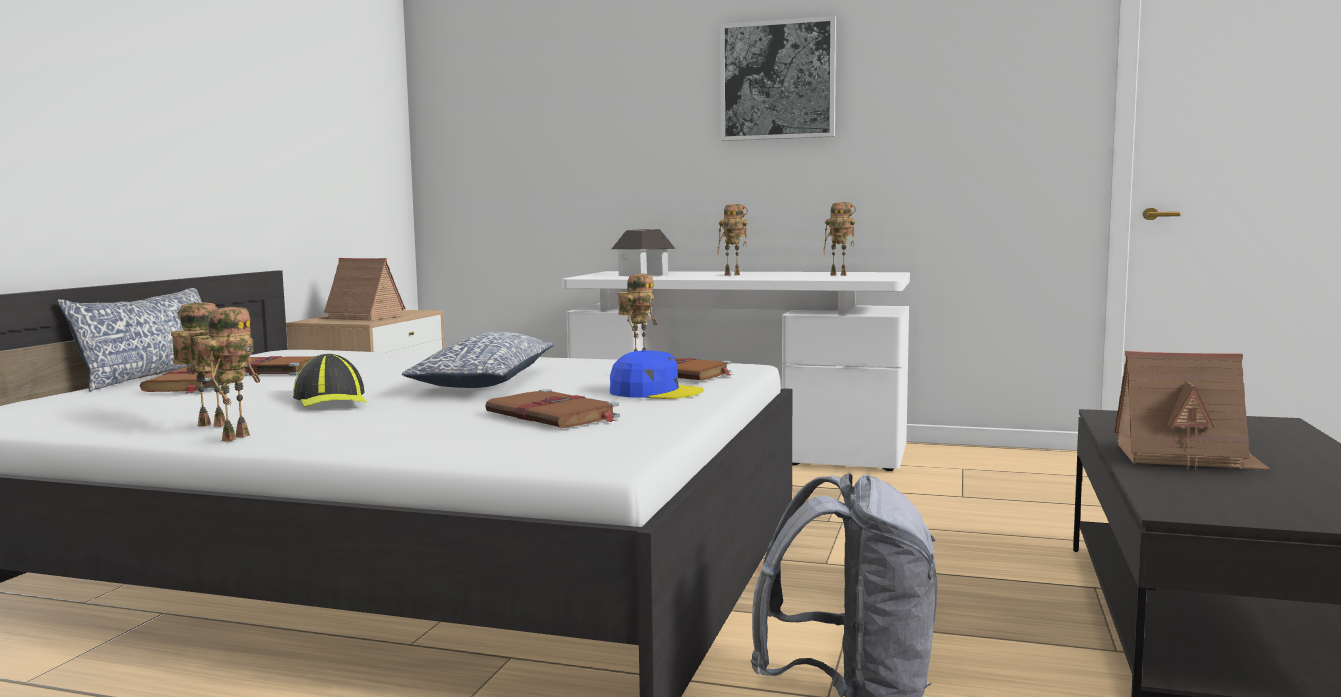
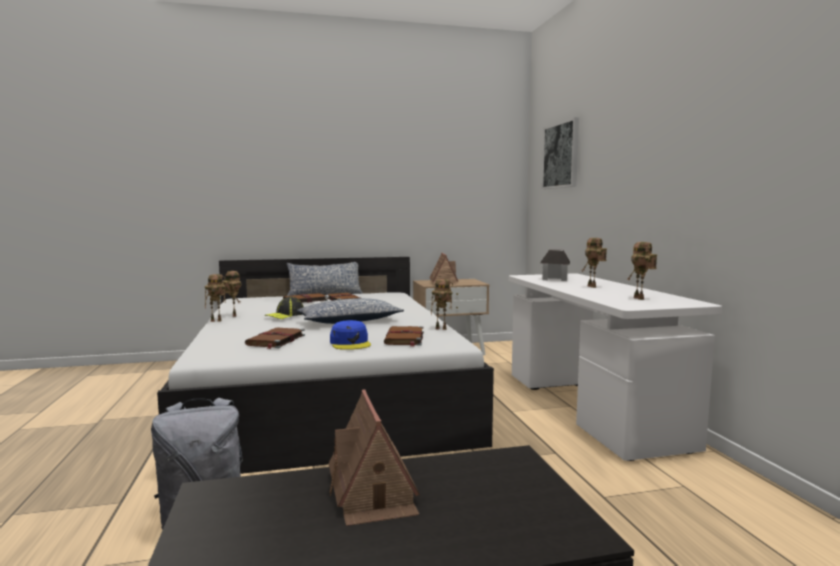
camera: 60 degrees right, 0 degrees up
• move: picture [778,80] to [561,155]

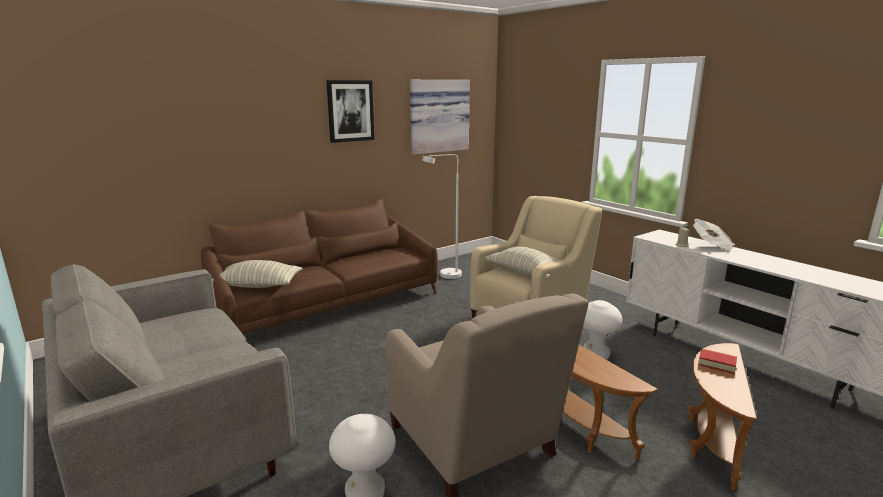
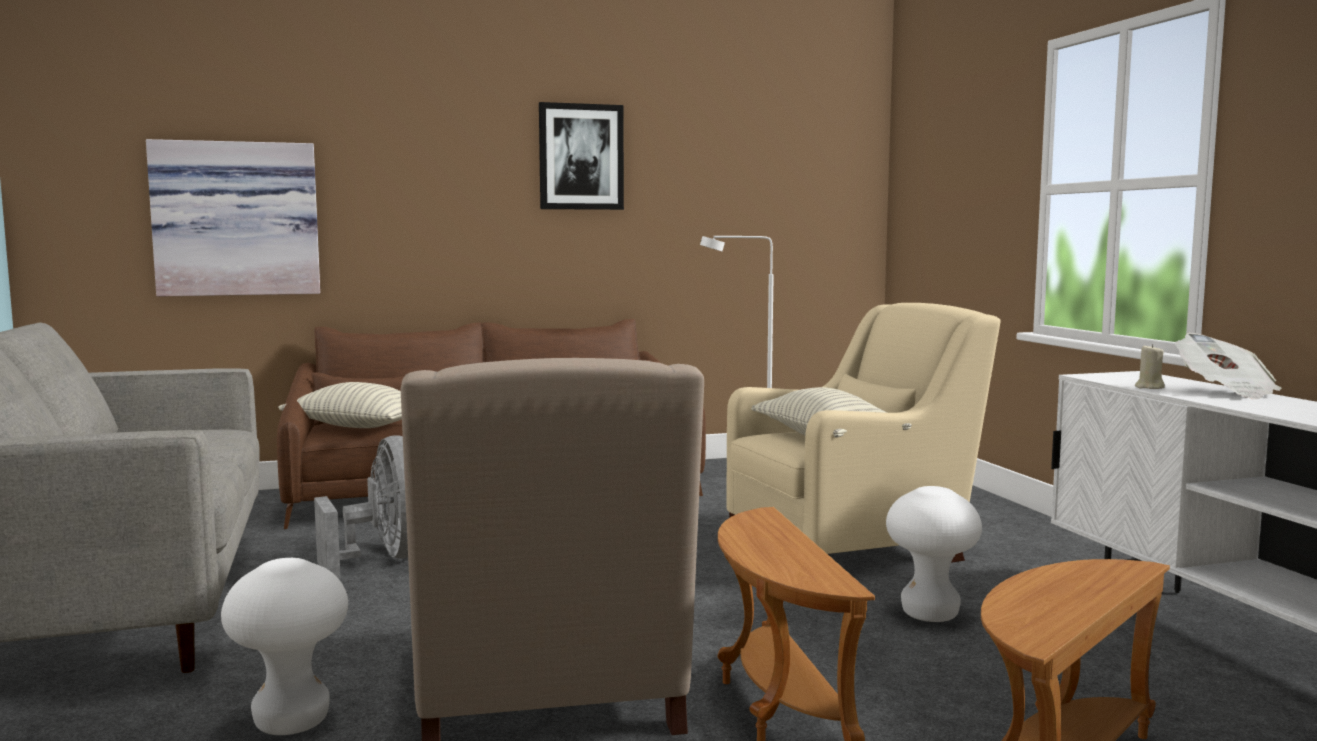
camera: 20 degrees right, 10 degrees down
• move: picture [438,116] to [237,219]
• insert: grey fan [385,559]
• delete: book [716,364]

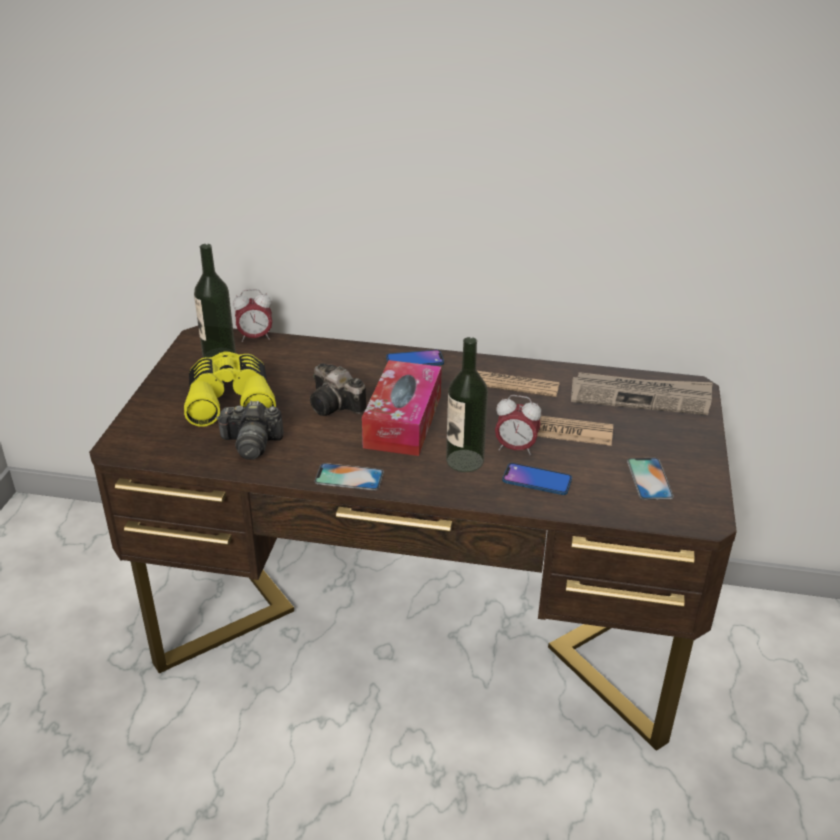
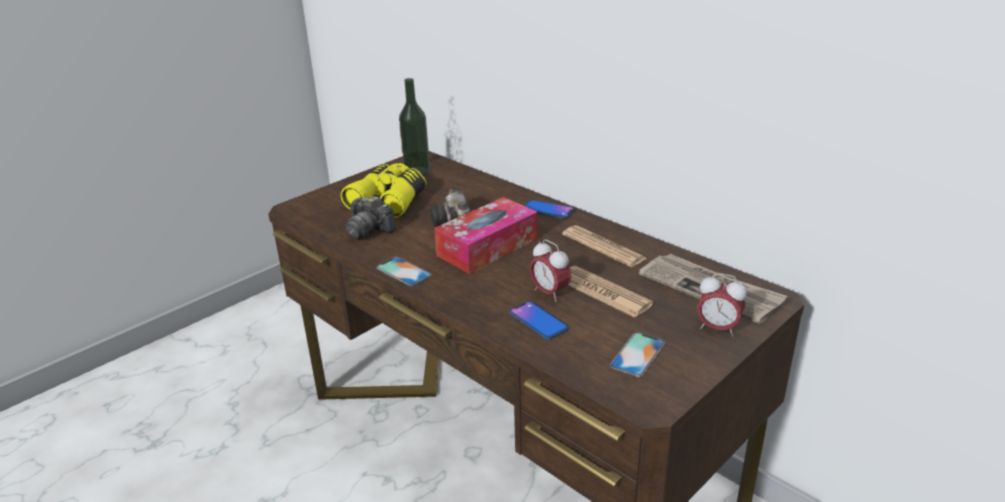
camera: 35 degrees right, 5 degrees down
• move: alarm clock [255,337] to [717,329]
• delete: bottle [464,460]

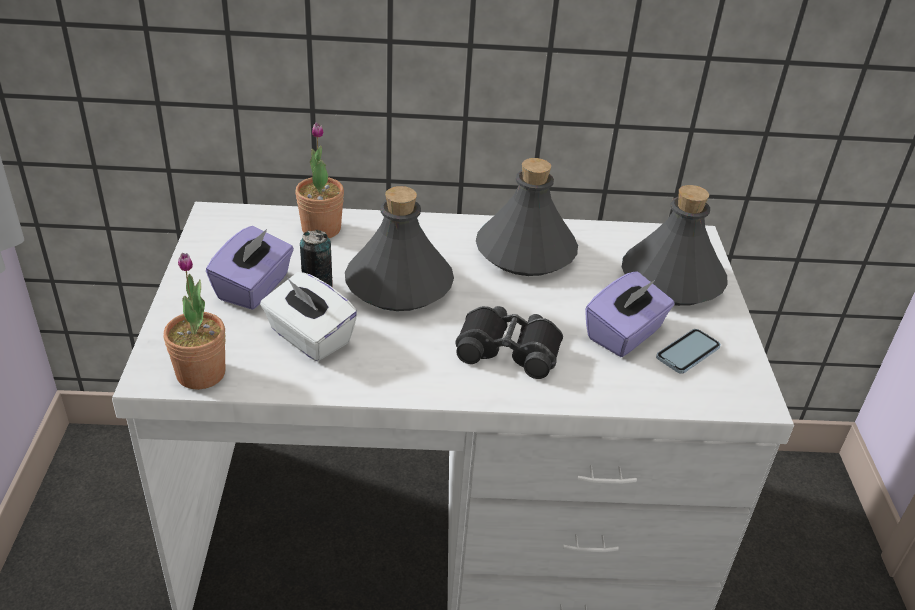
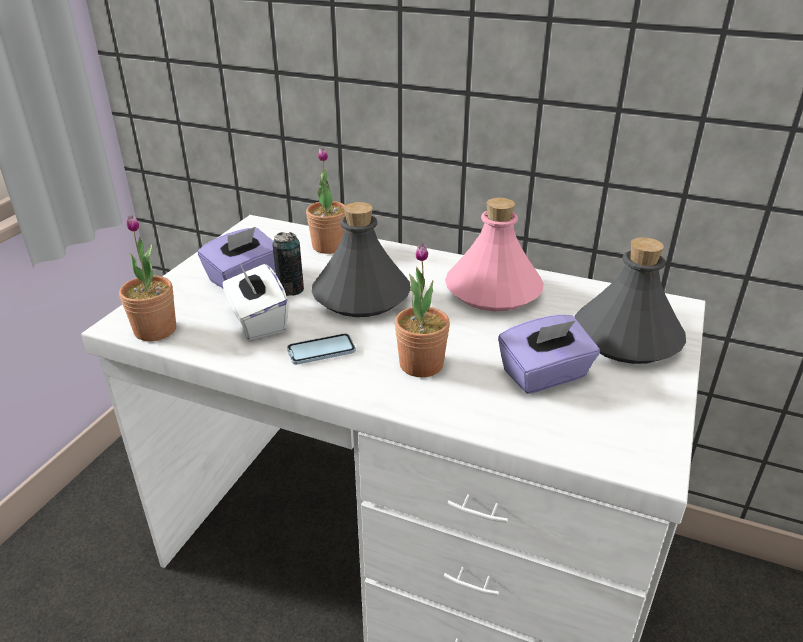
camera: 25 degrees right, 5 degrees down
• move: phone [688,353] to [321,351]
• replace: black binoculars [508,349] to potted plant [421,364]
• recolor: grey bottle [525,252] to pink bottle [492,291]

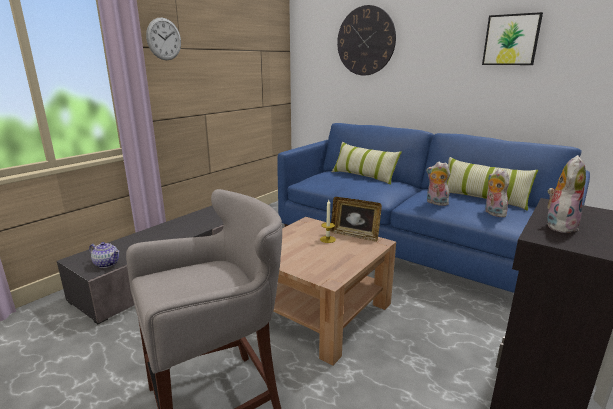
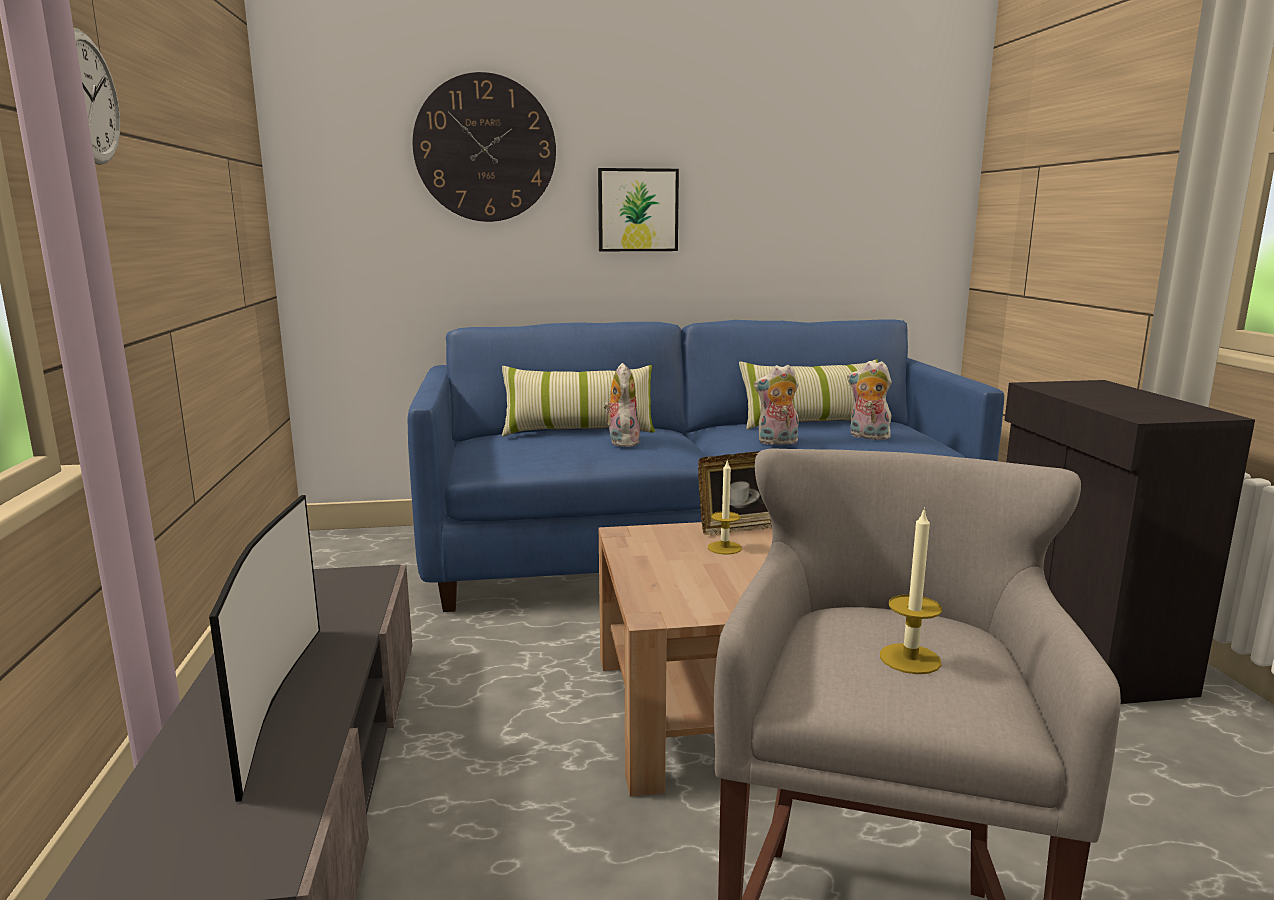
camera: 45 degrees left, 5 degrees down
• insert: television [272,702]
• move: picture [511,40] to [637,210]
• move: plush toy [559,225] to [621,442]
• insert: candle [910,659]
• delete: teapot [106,263]

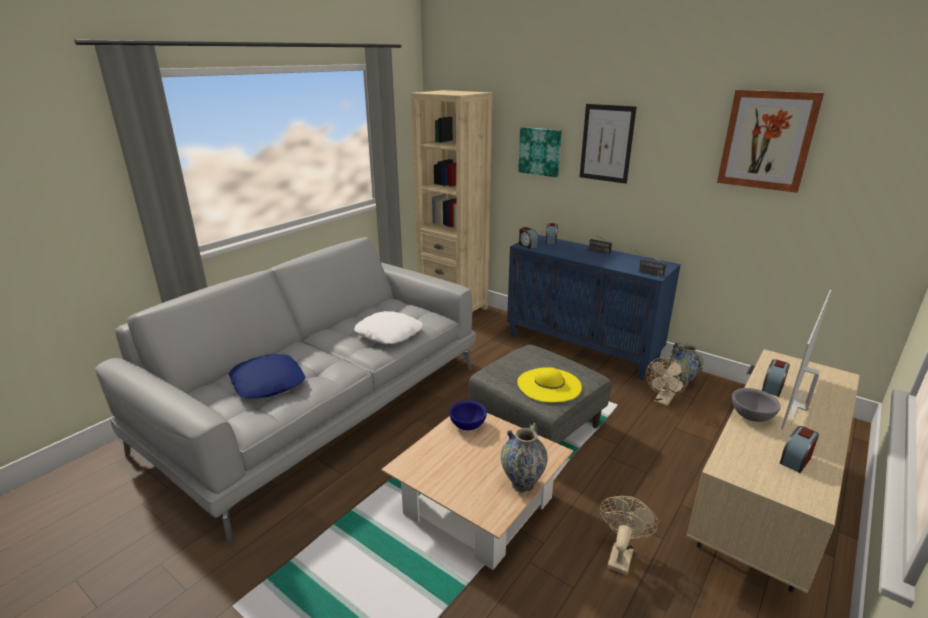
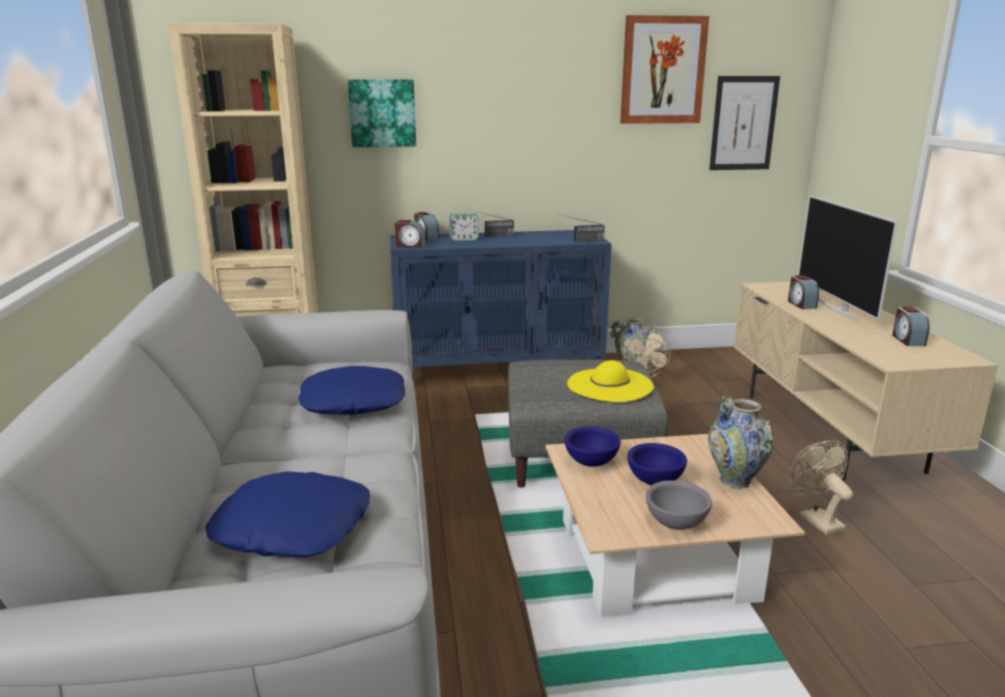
camera: 45 degrees left, 5 degrees down
• recolor: white pillow [389,334] to blue pillow [354,401]
• insert: alarm clock [464,239]
• insert: blue bowl [654,481]
• move: grey bowl [752,417] to [676,523]
• move: picture [606,143] to [743,123]

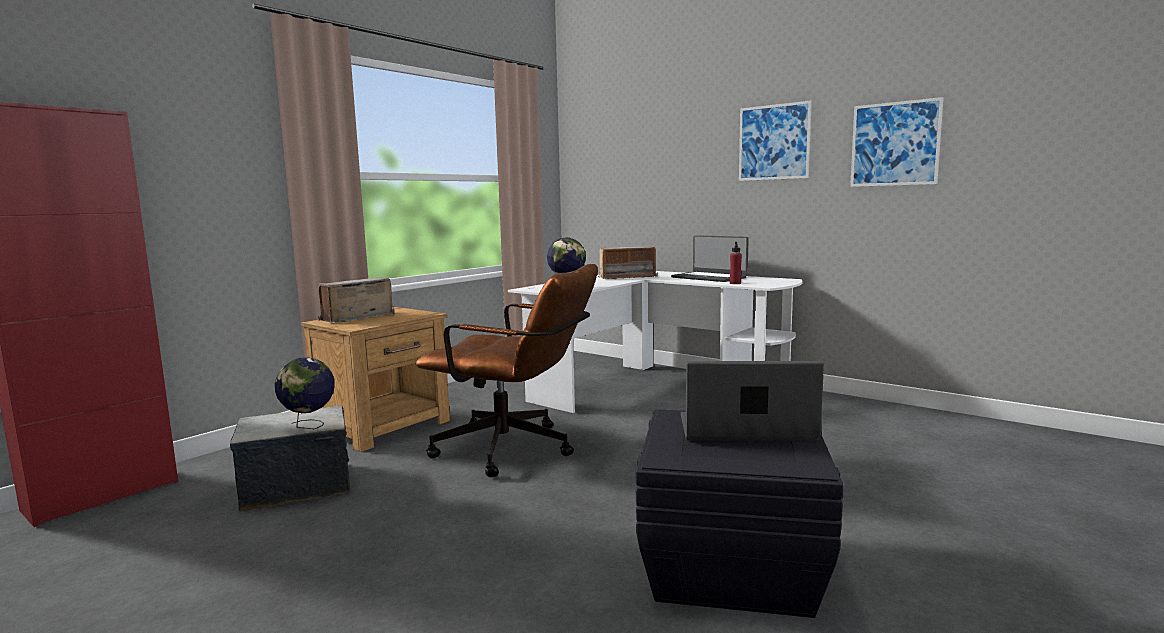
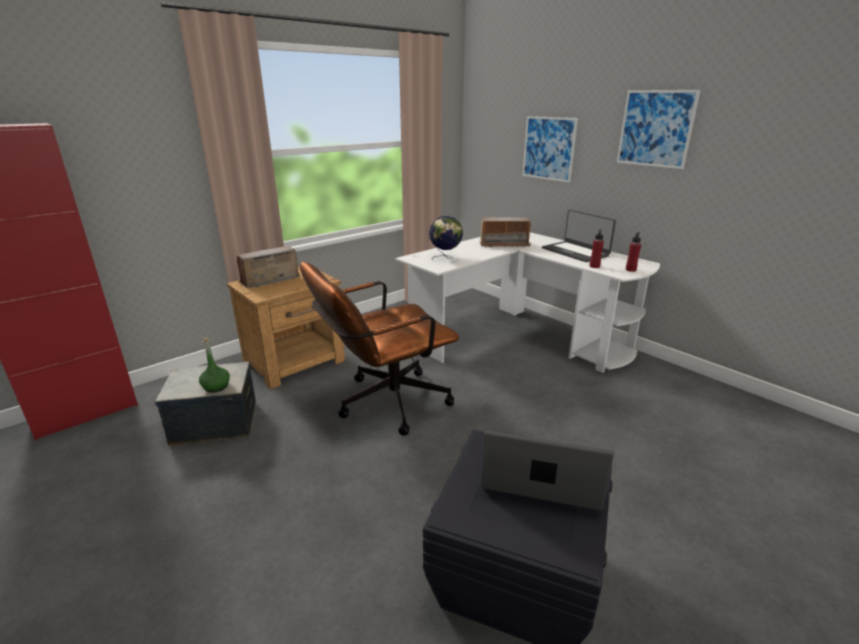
camera: 10 degrees right, 15 degrees up
• replace: globe [309,426] to green bottle [216,386]
• rotate: brown office chair [515,450] = [384,403] 120 degrees clockwise
• move: picture [894,144] to [548,148]
• insert: red bottle [630,270]

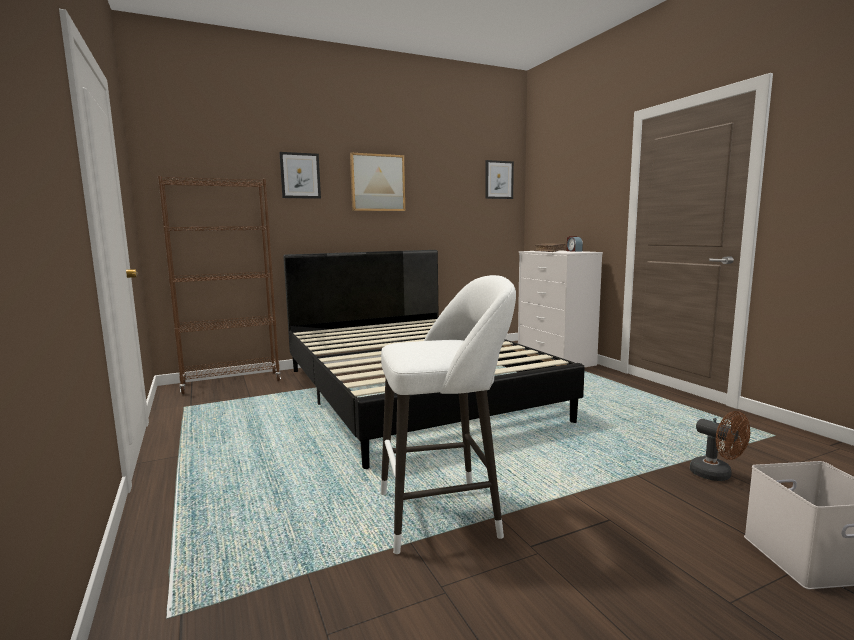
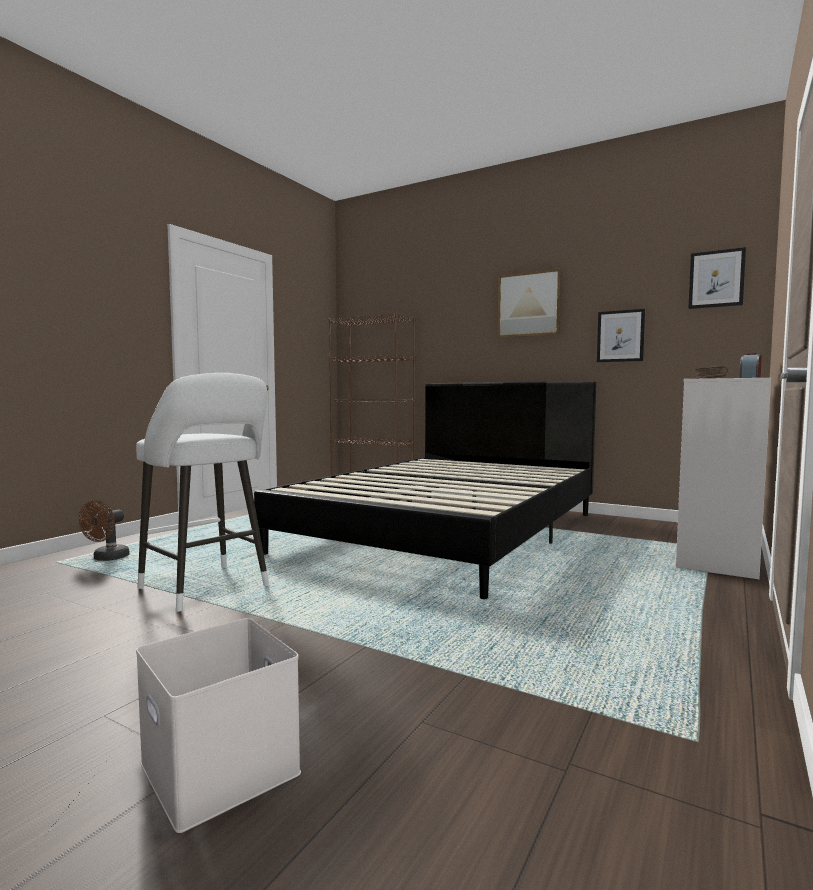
camera: 55 degrees right, 5 degrees down
• move: brown fan [717,475] to [107,558]
• move: picture [300,175] to [620,336]

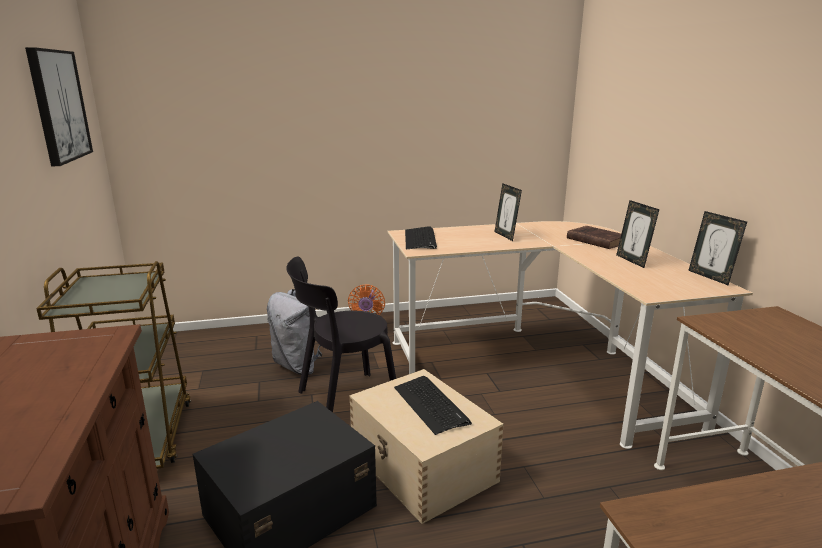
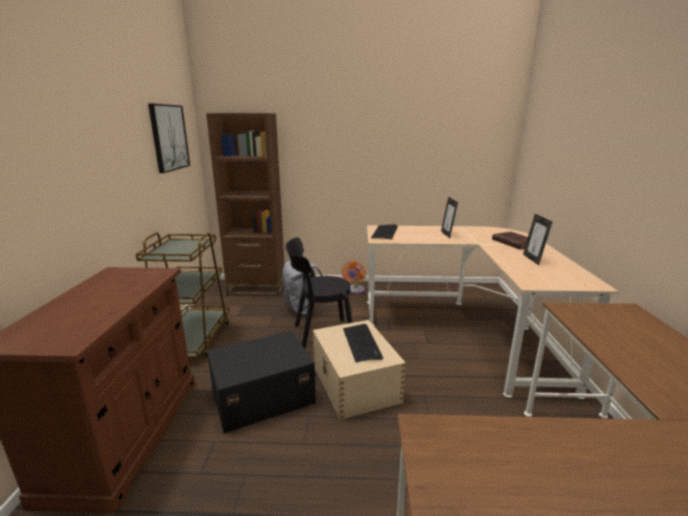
camera: 15 degrees right, 0 degrees up
• insert: brown bookcase [257,287]
• delete: picture frame [710,277]

